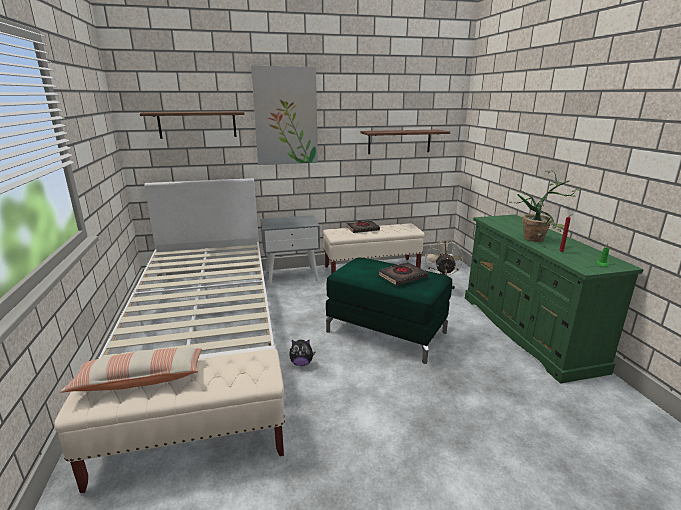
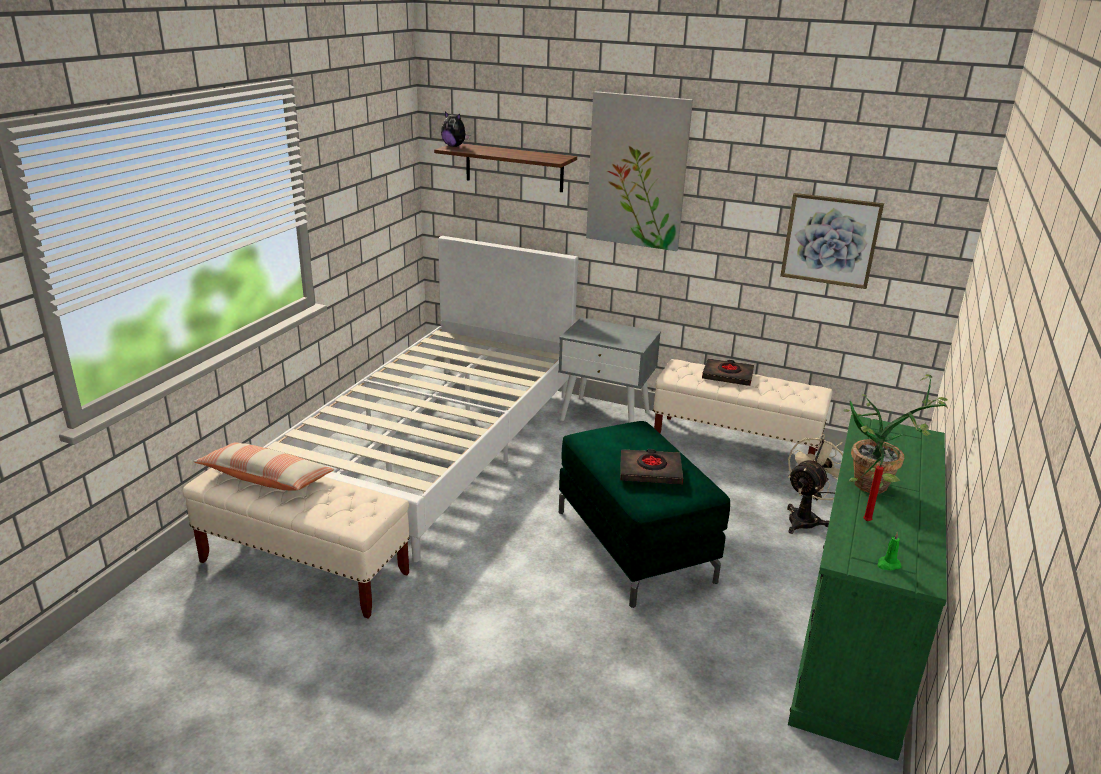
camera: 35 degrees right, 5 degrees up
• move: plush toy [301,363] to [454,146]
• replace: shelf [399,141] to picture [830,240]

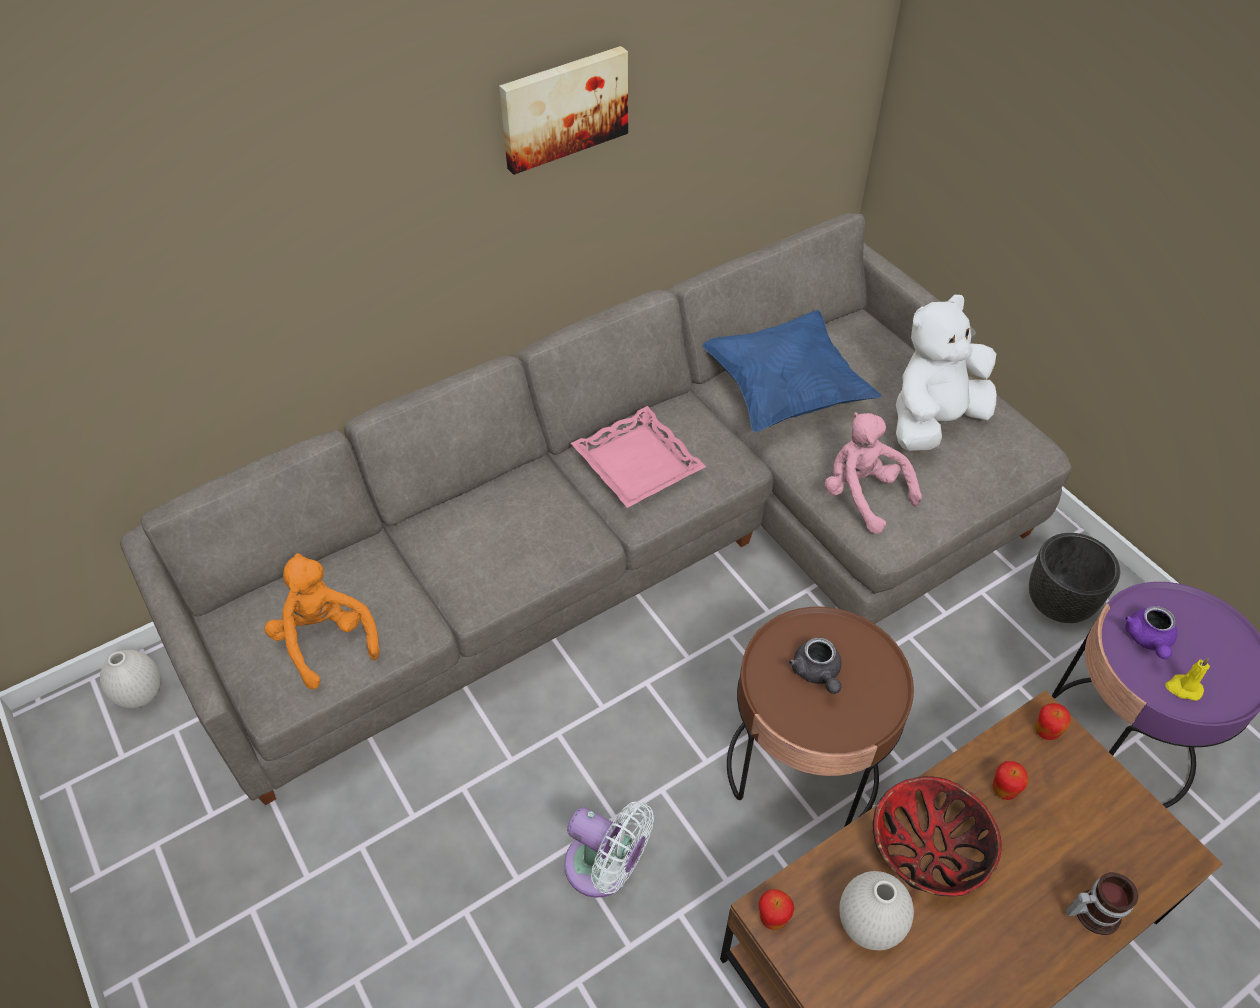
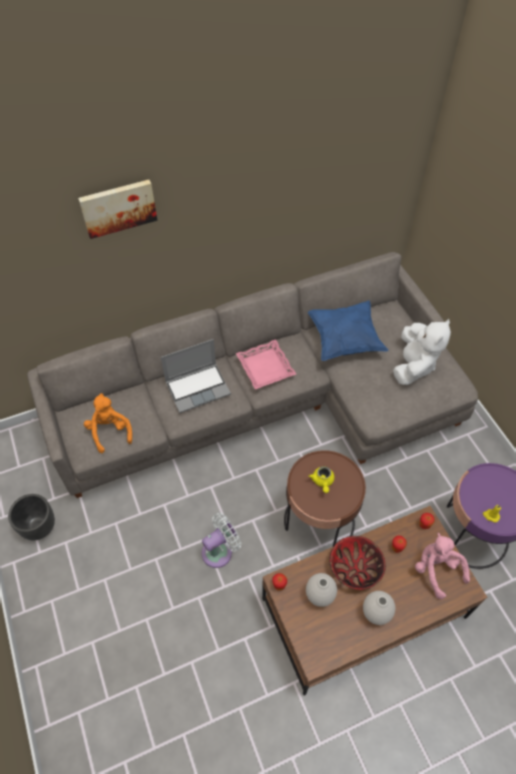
camera: 10 degrees right, 5 degrees up
• move: black planter [1058,605] to [39,527]
• move: picture [563,107] to [118,207]
• insert: laptop [198,388]
• rotate: white fan [605,868] = [220,551] 75 degrees counterclockwise
• recolor: grey teapot [817,673] to yellow teapot [322,482]
• move: white vase [141,695] to [375,613]
• rotate: white plush toy [933,421] = [413,365] 135 degrees clockwise
• move: pink plush toy [862,495] to [436,569]
• delete: mug [1092,910]
• delete: purple teapot [1148,640]

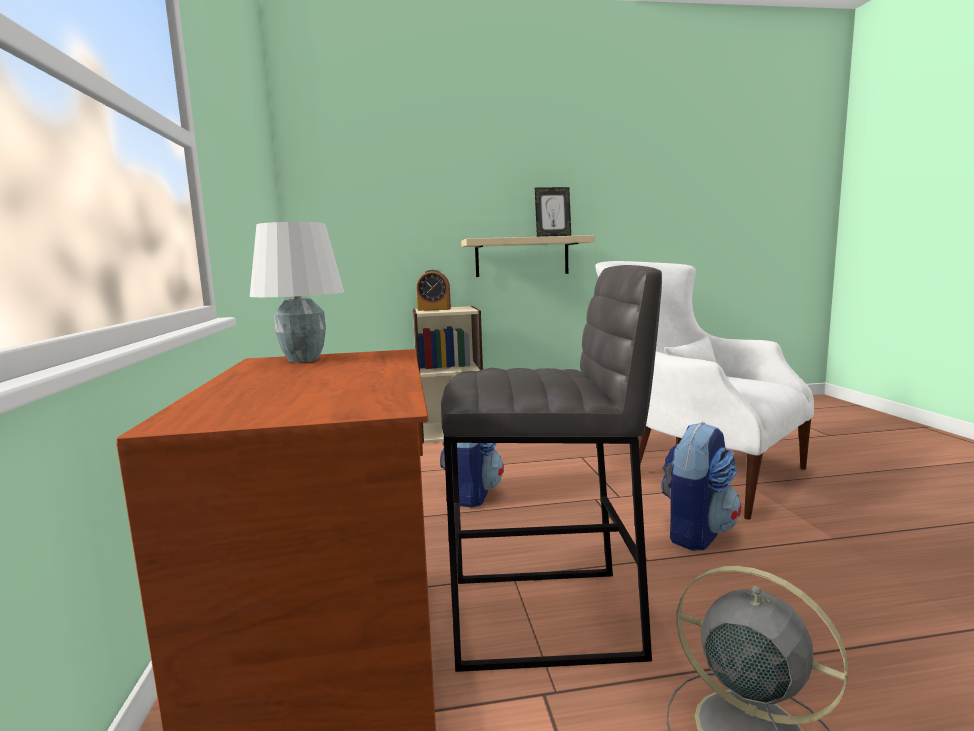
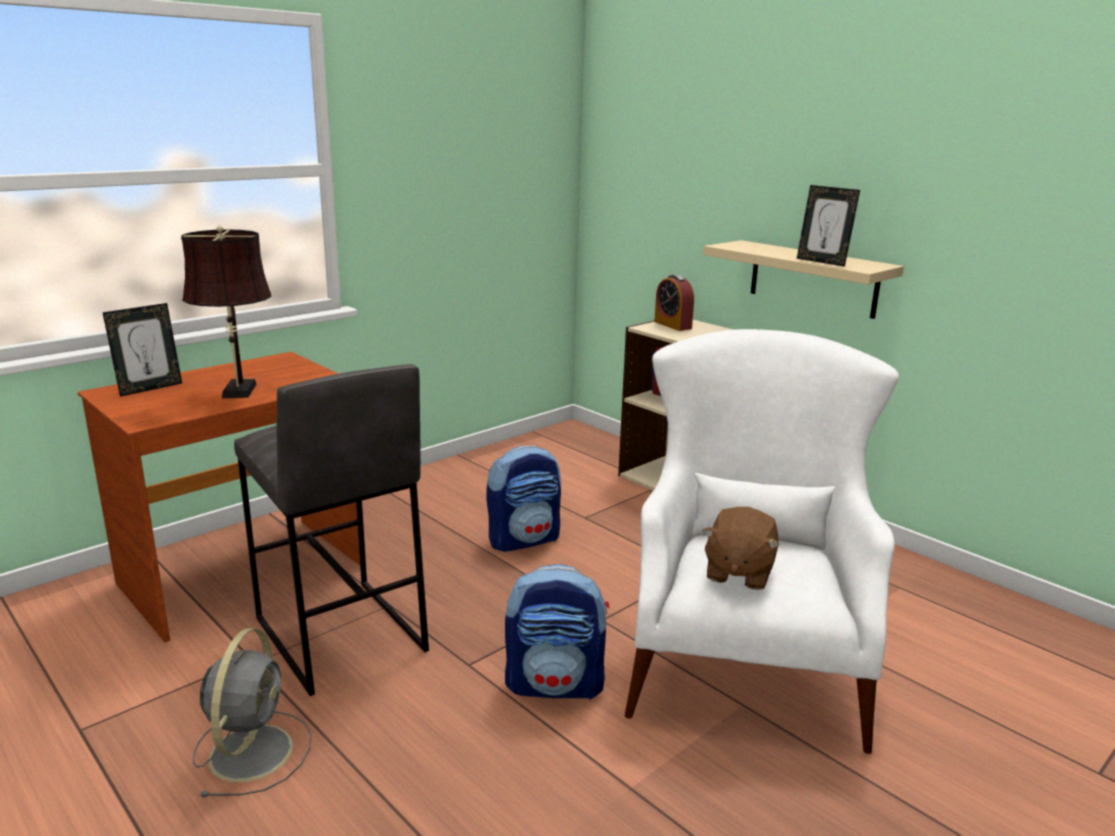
camera: 55 degrees right, 10 degrees up
• insert: picture frame [149,388]
• insert: brown table lamp [238,392]
• insert: brown plush toy [738,572]
• delete: white table lamp [304,360]

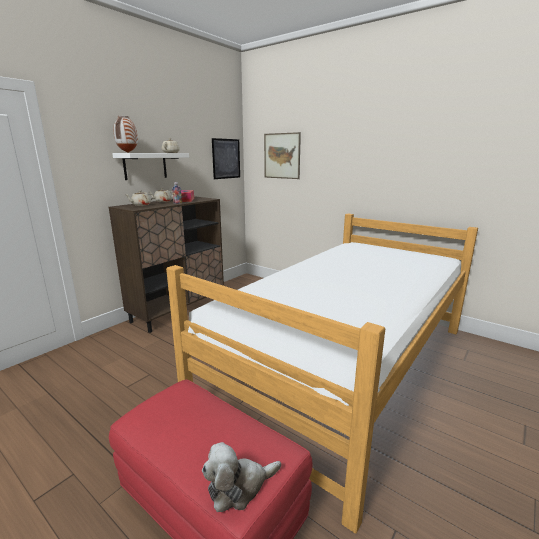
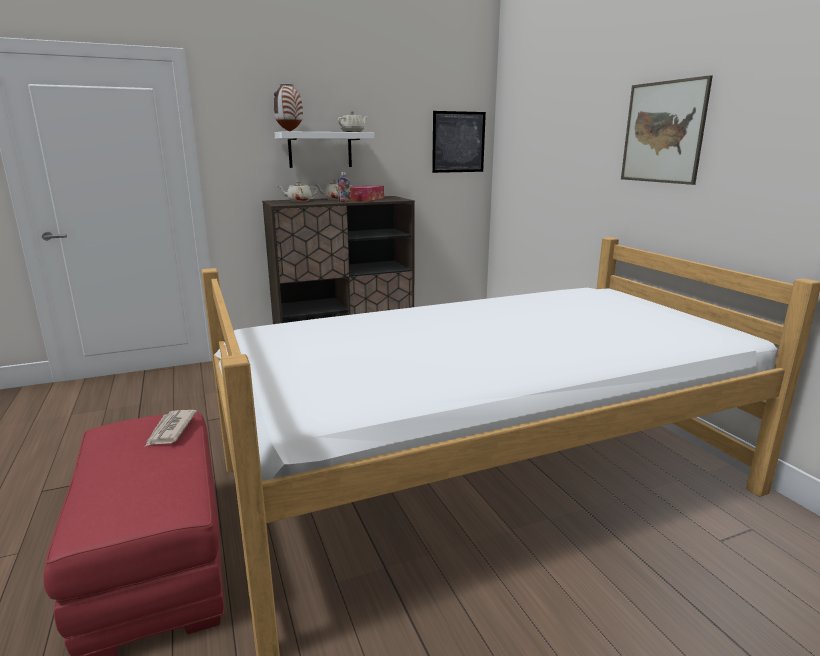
camera: 30 degrees right, 0 degrees up
• insert: newspaper [170,430]
• move: picture [282,156] to [663,132]
• delete: plush toy [239,487]

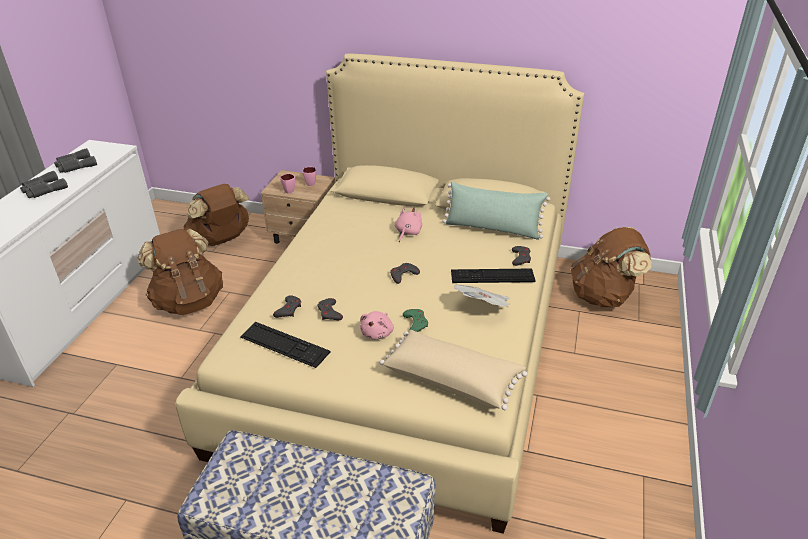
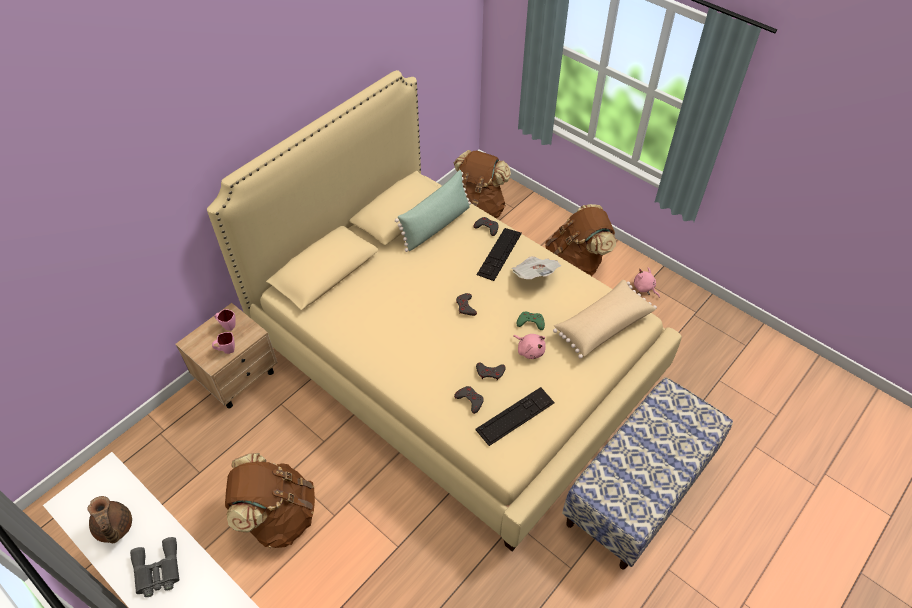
camera: 65 degrees left, 15 degrees up
• replace: grey binoculars [75,165] to brown teapot [114,528]
• move: brown backpack [221,240] to [575,264]
• move: pink plush toy [407,233] to [644,288]

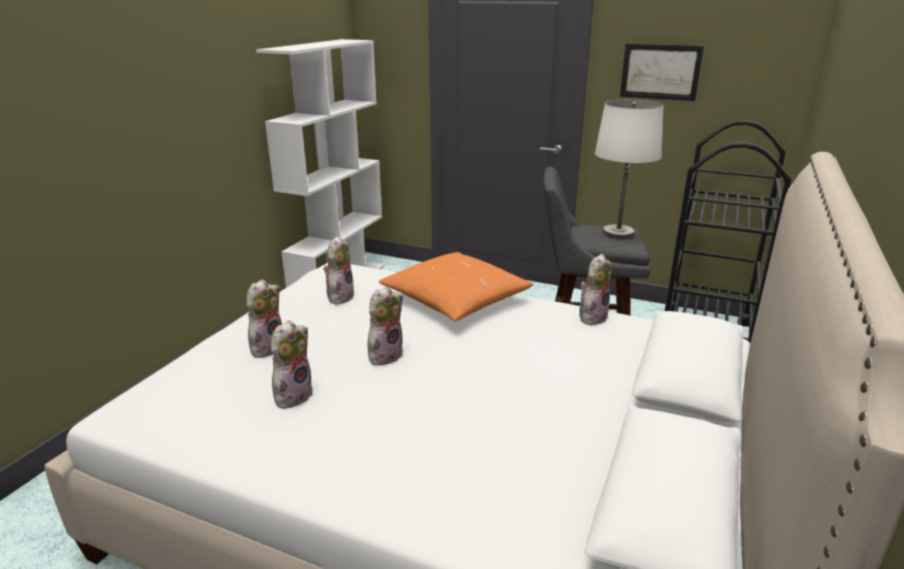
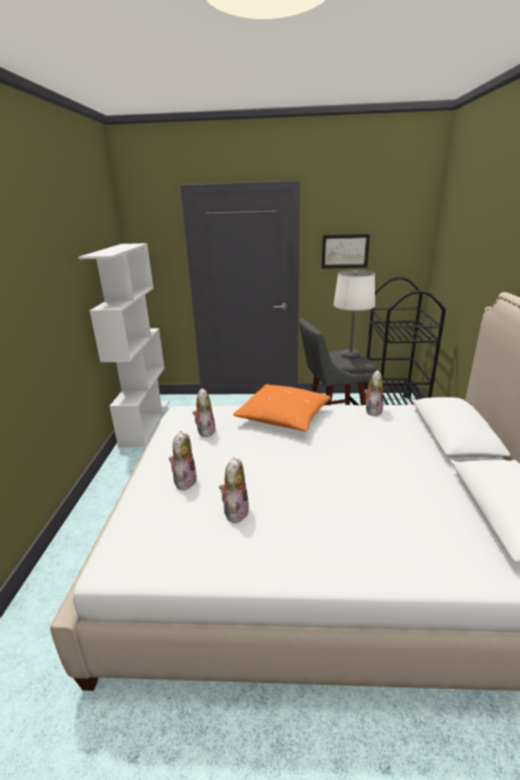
camera: 20 degrees left, 0 degrees up
• delete: plush toy [385,355]

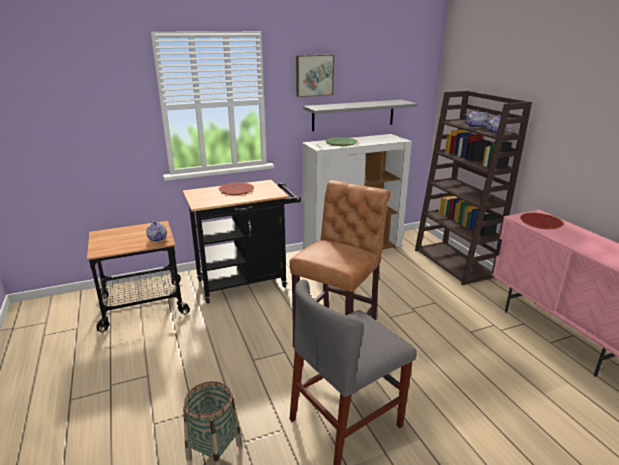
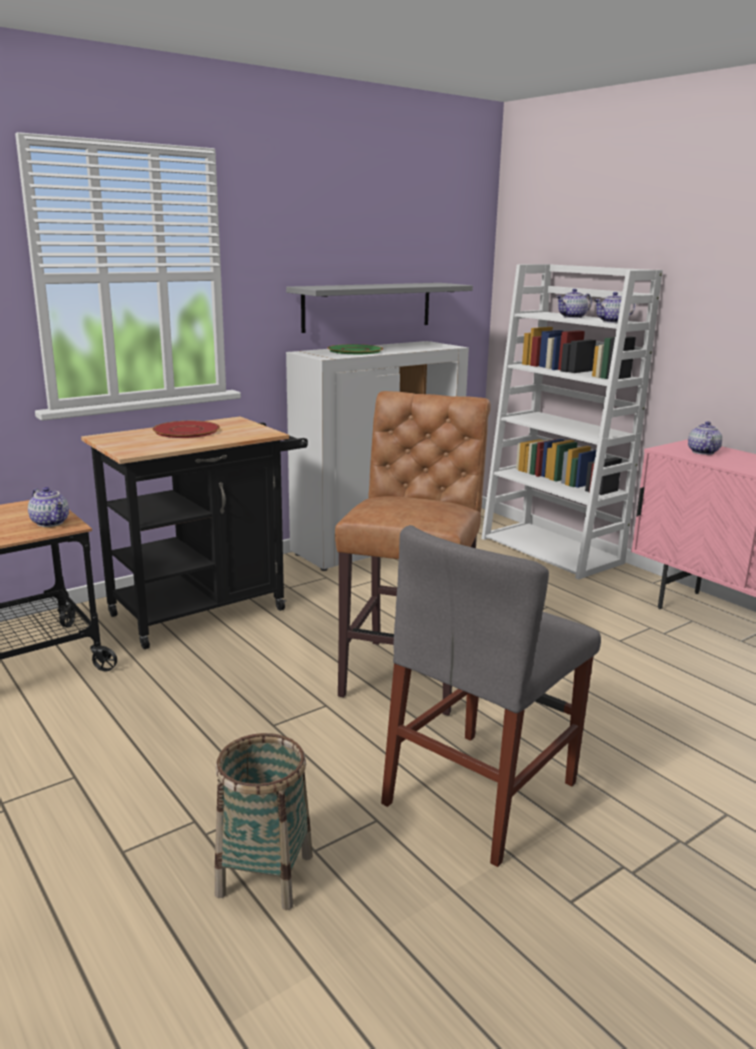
camera: 15 degrees left, 5 degrees down
• recolor: brown bookcase [454,263] to white bookcase [552,551]
• replace: red plate [540,222] to teapot [702,452]
• delete: picture [314,75]

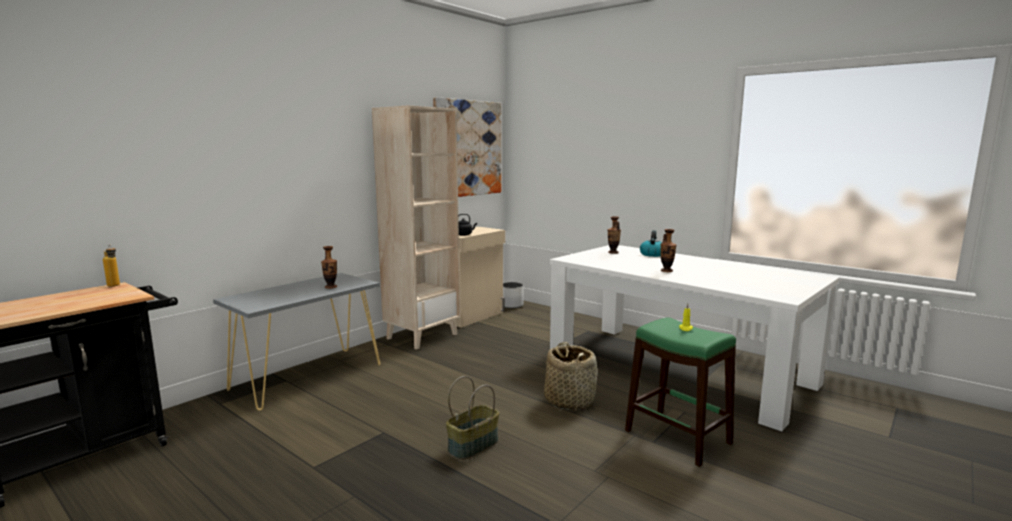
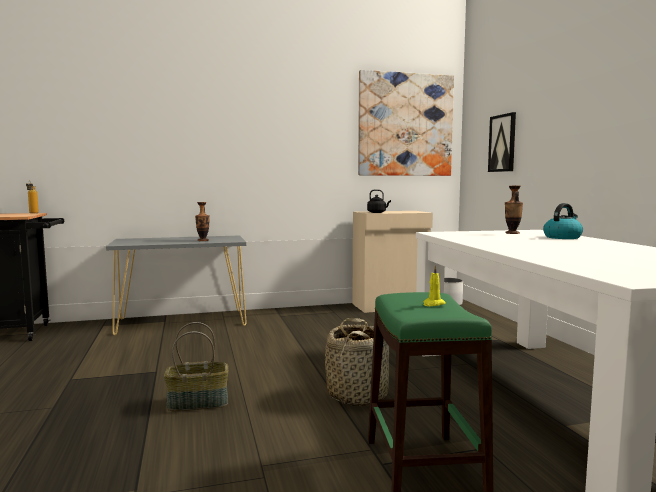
camera: 35 degrees right, 5 degrees down
• insert: picture [502,143]
• delete: beige bookcase [422,336]
• delete: vase [666,271]

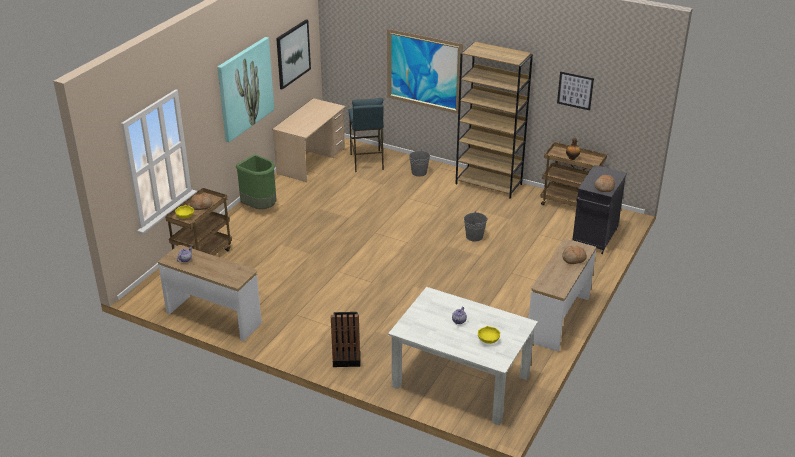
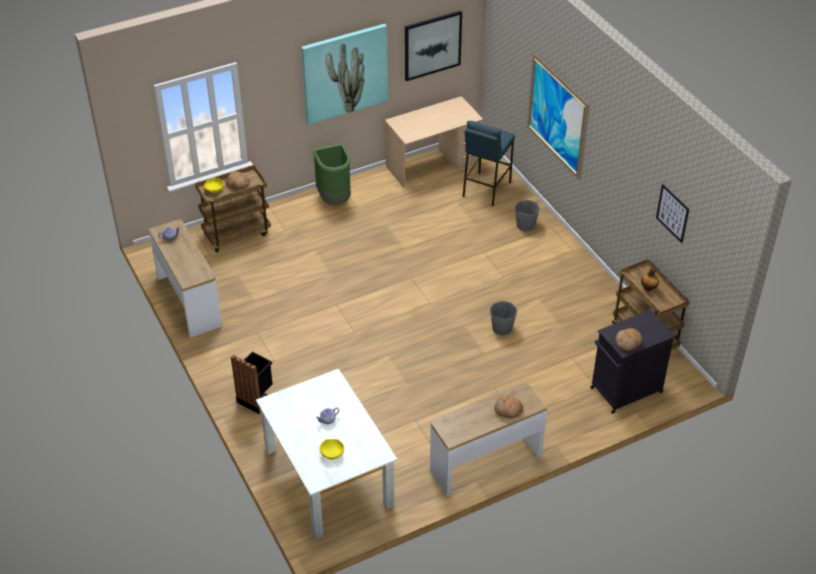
camera: 35 degrees right, 10 degrees up
• delete: brown bookcase [489,184]

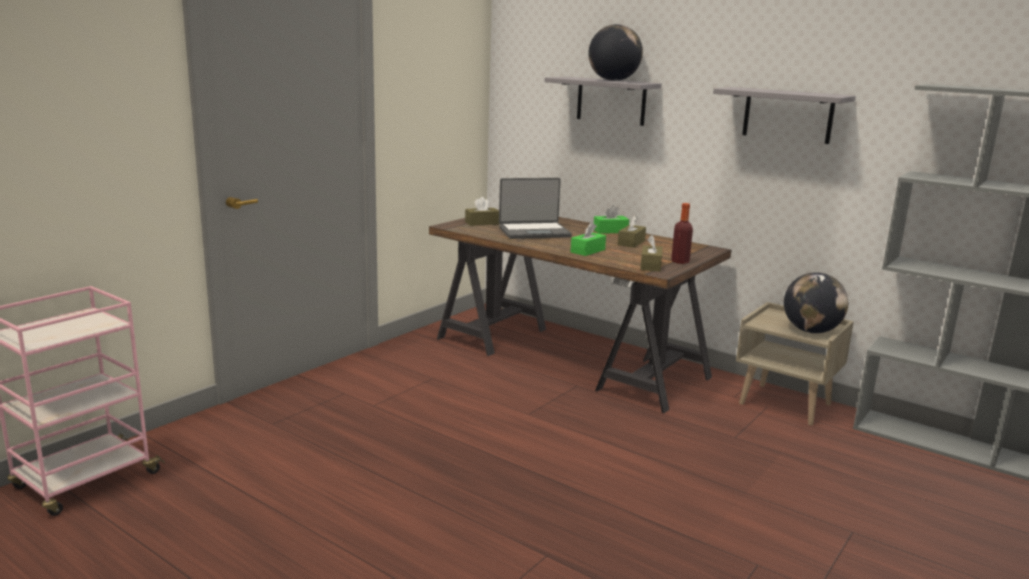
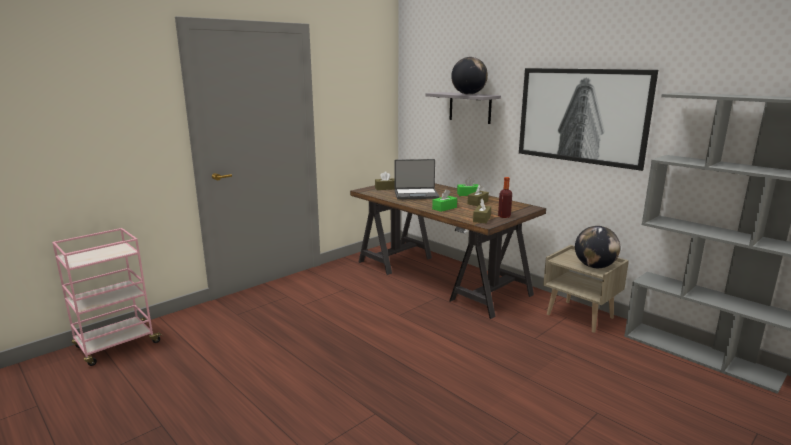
camera: 10 degrees right, 0 degrees up
• replace: grey shelf [787,115] to picture [582,116]

